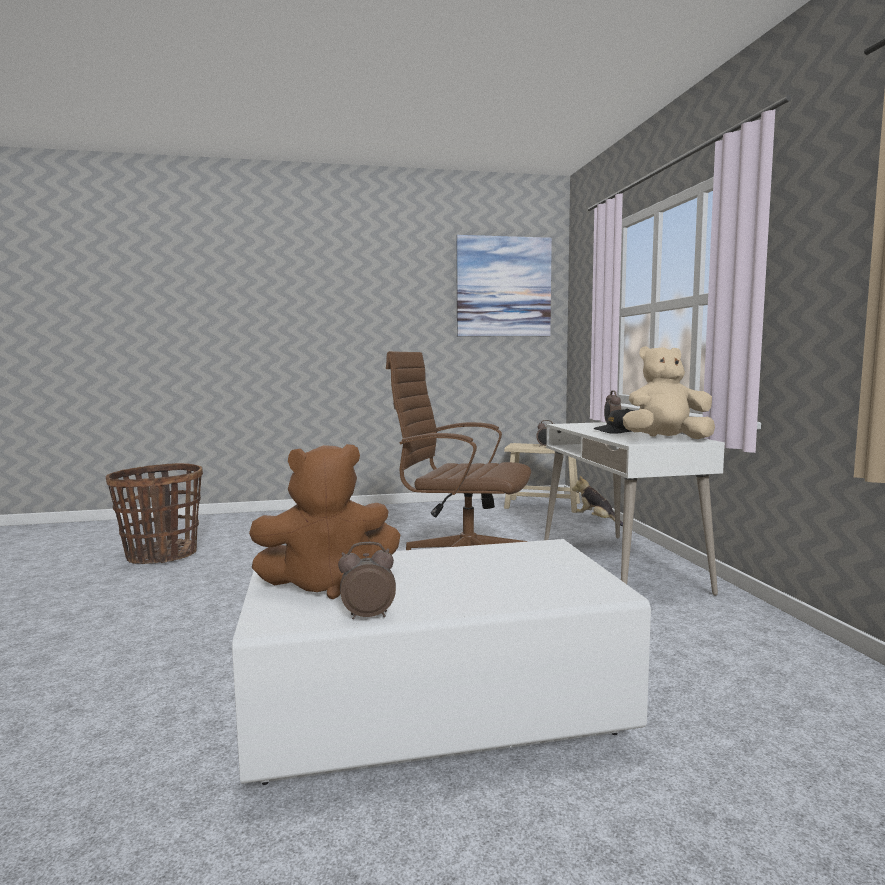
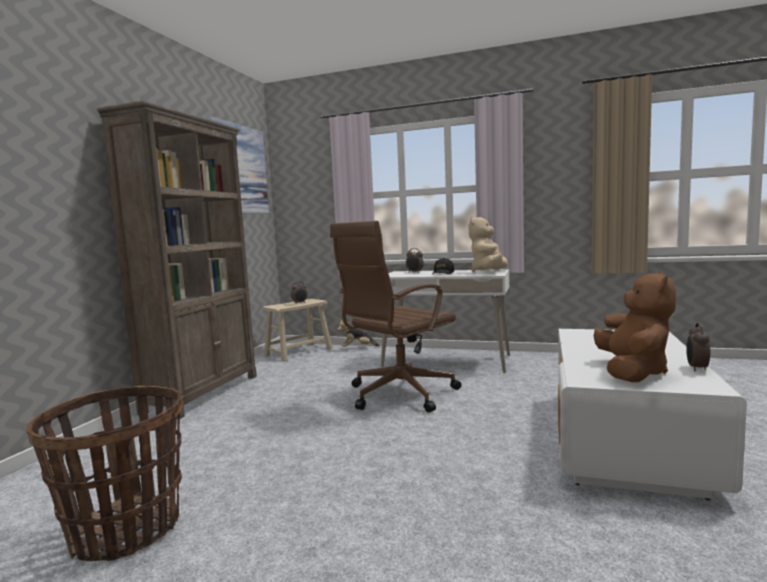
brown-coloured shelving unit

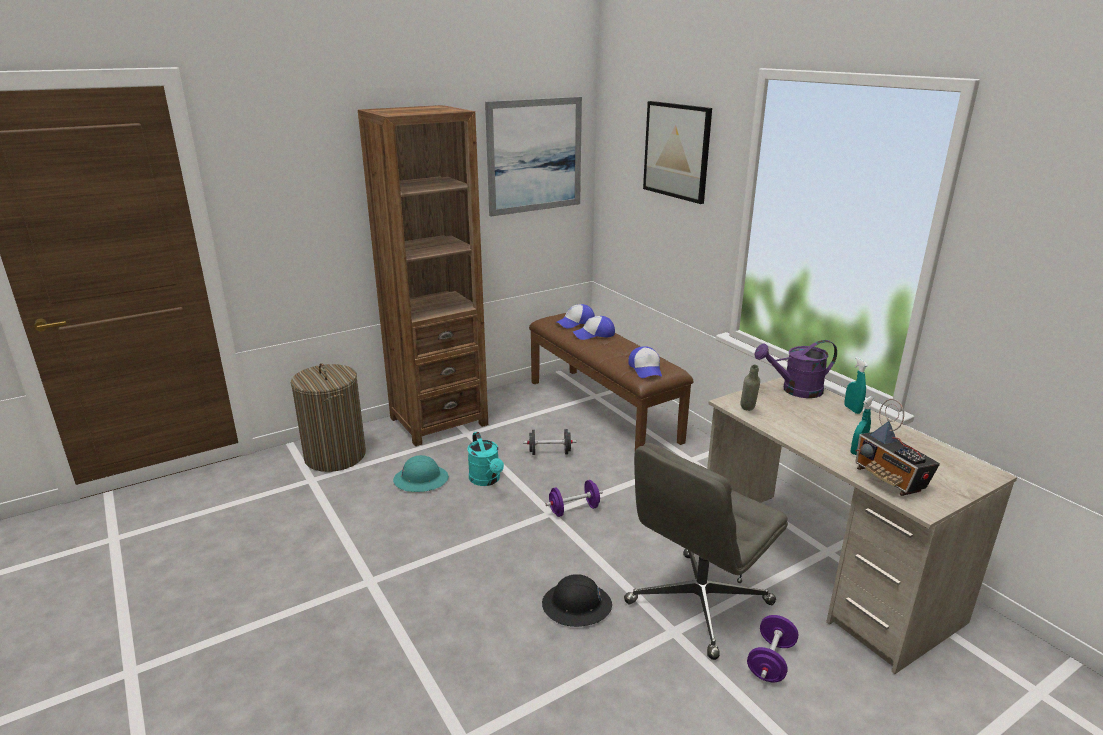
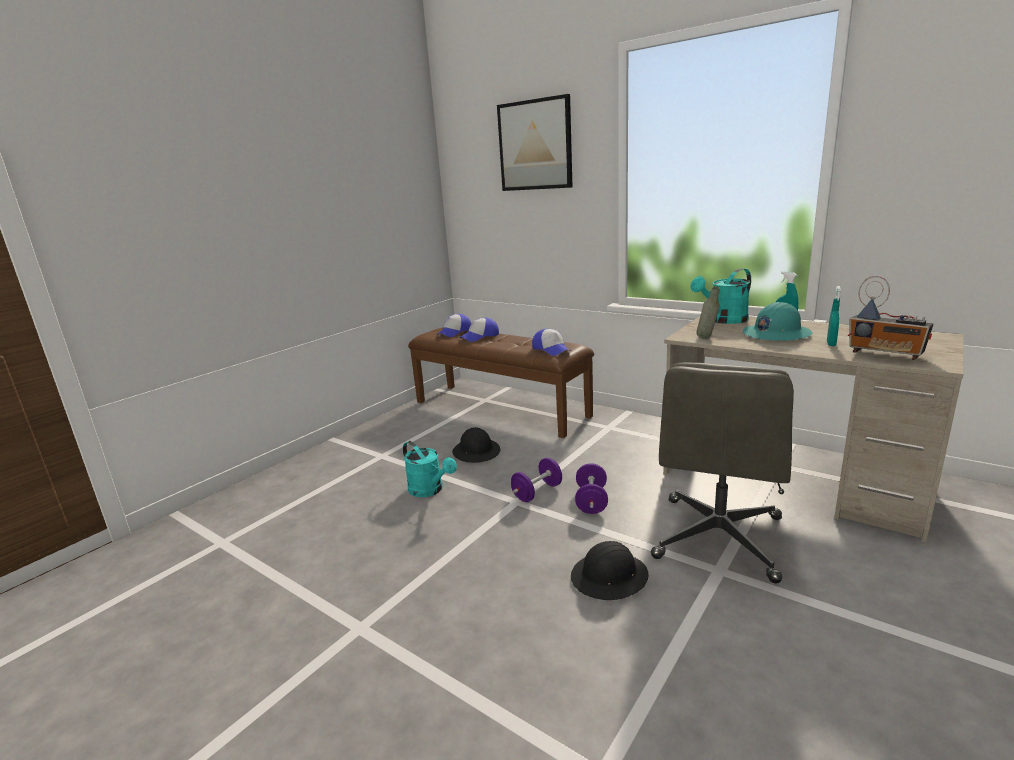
laundry basket
brown-coloured shelving unit
wall art (1st from left in the first image)
blue-green work helmet
purple free weight (2nd from left)
black work helmet (1st from left)
blue-green watering pot (2nd from left)

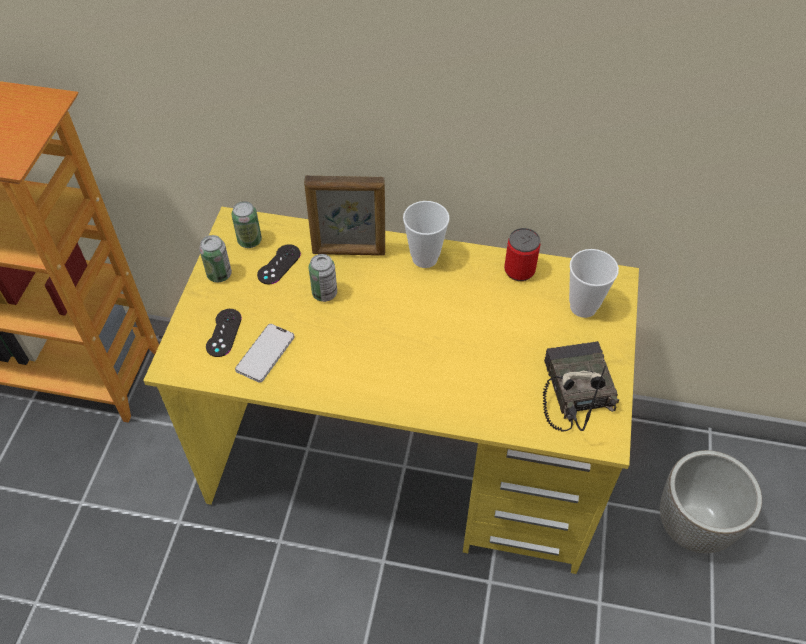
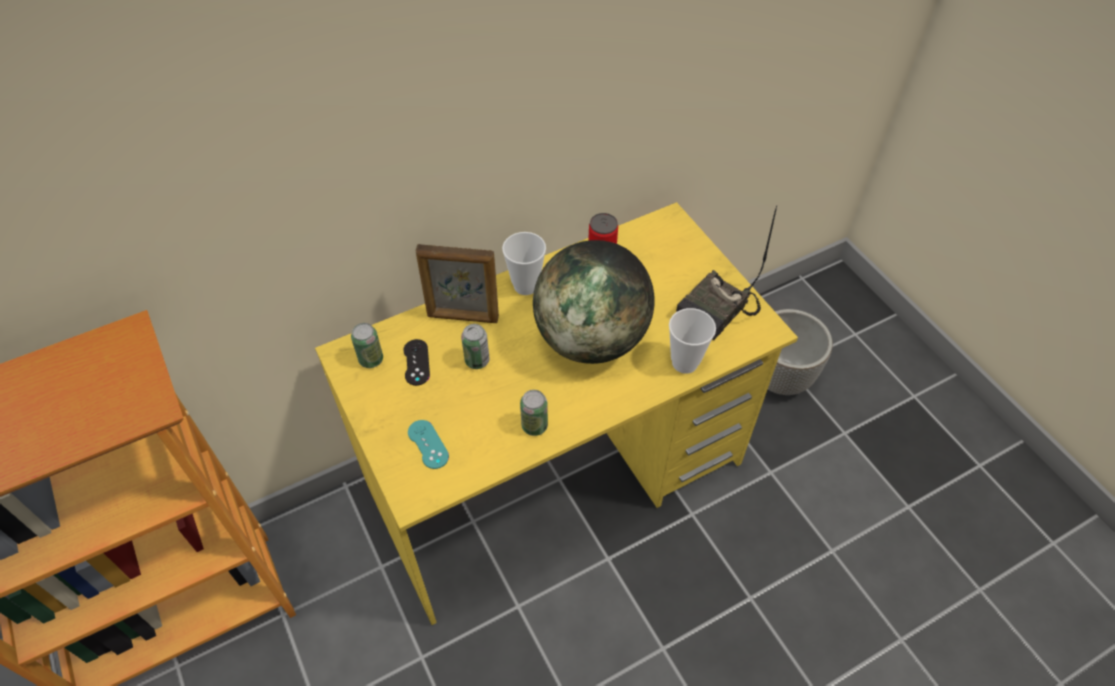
telephone
desk globe
can (3rd from left)
small cup (2nd from left)
blue-green joypad
standing frame
radio

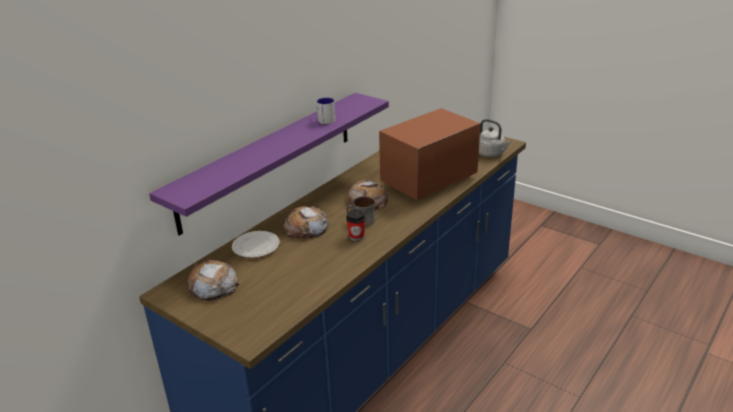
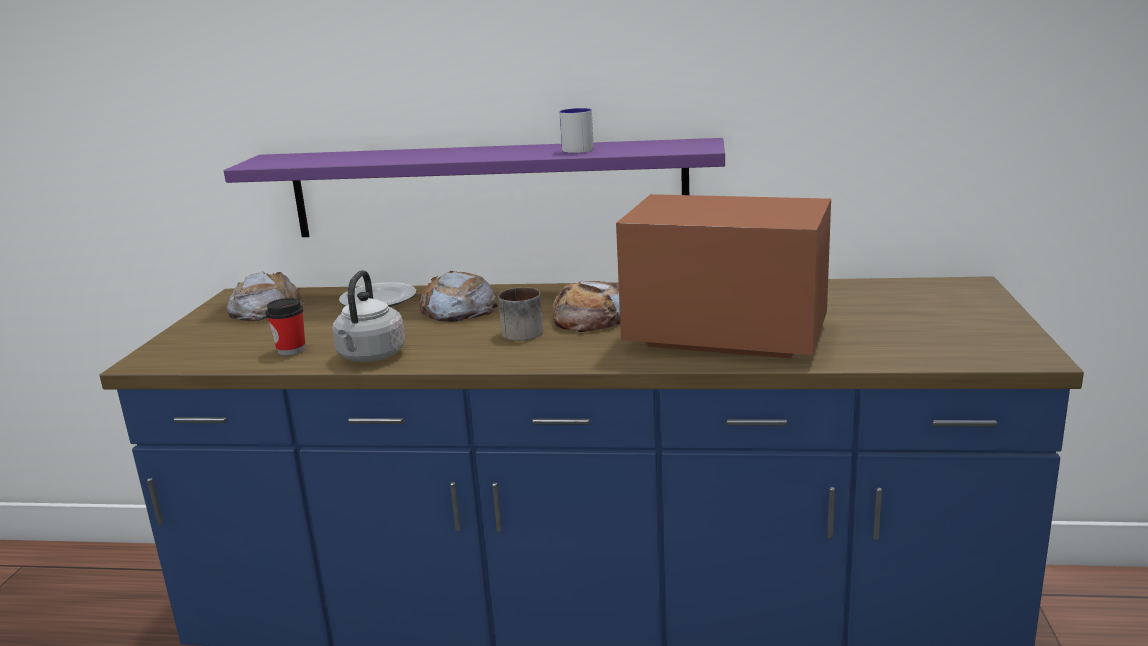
small cup
gray kettle

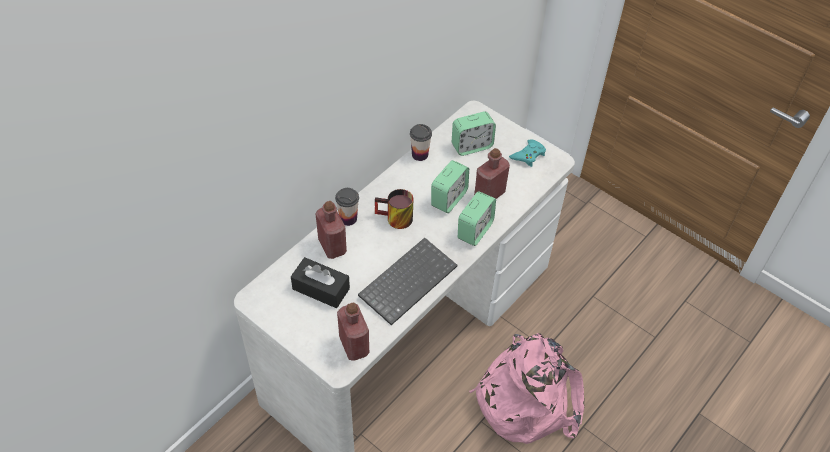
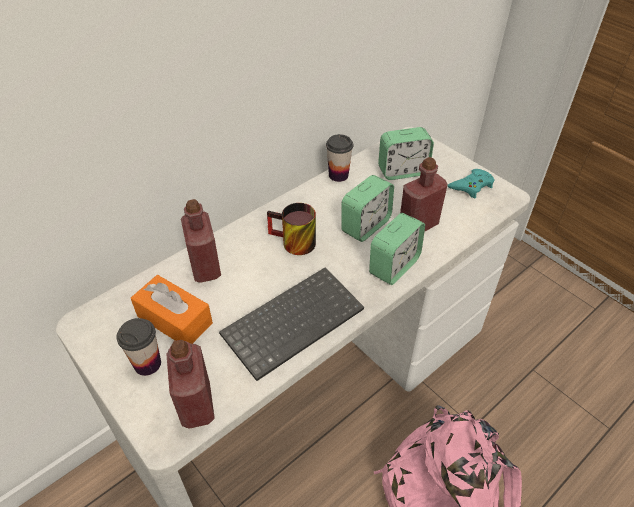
small cup (1st from left)
orange tissue box

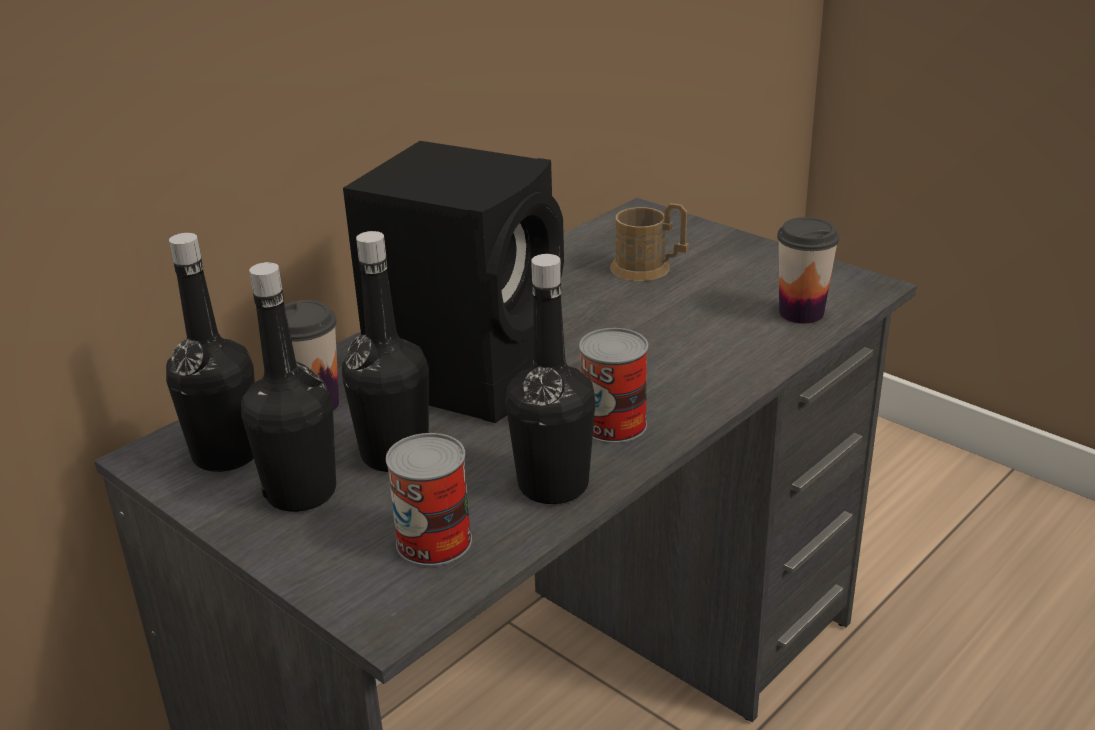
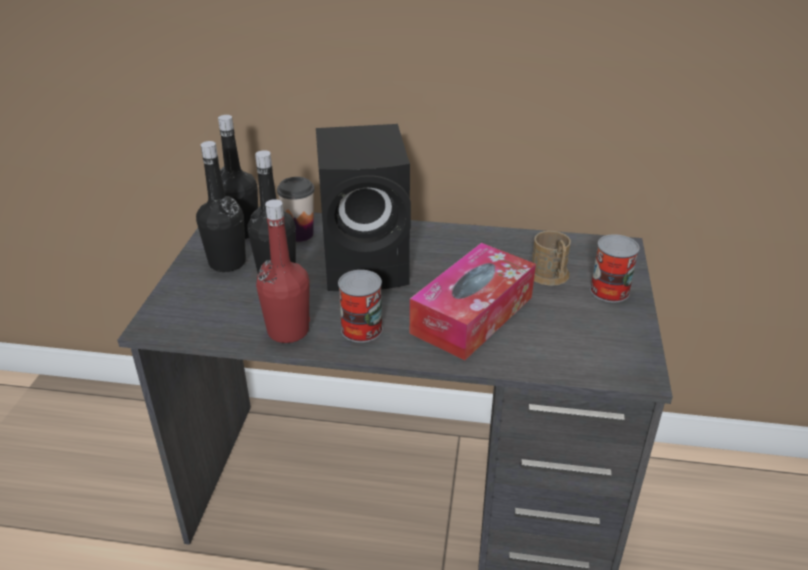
small cup (2nd from left in the first image)
tissue box
can (2nd from left)
red-coloured beverage bottle

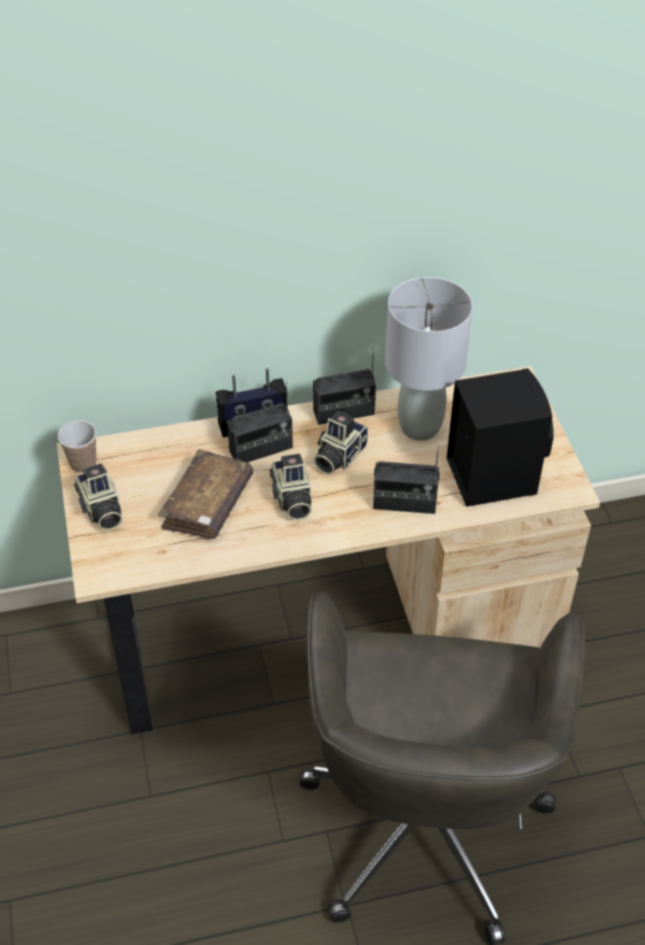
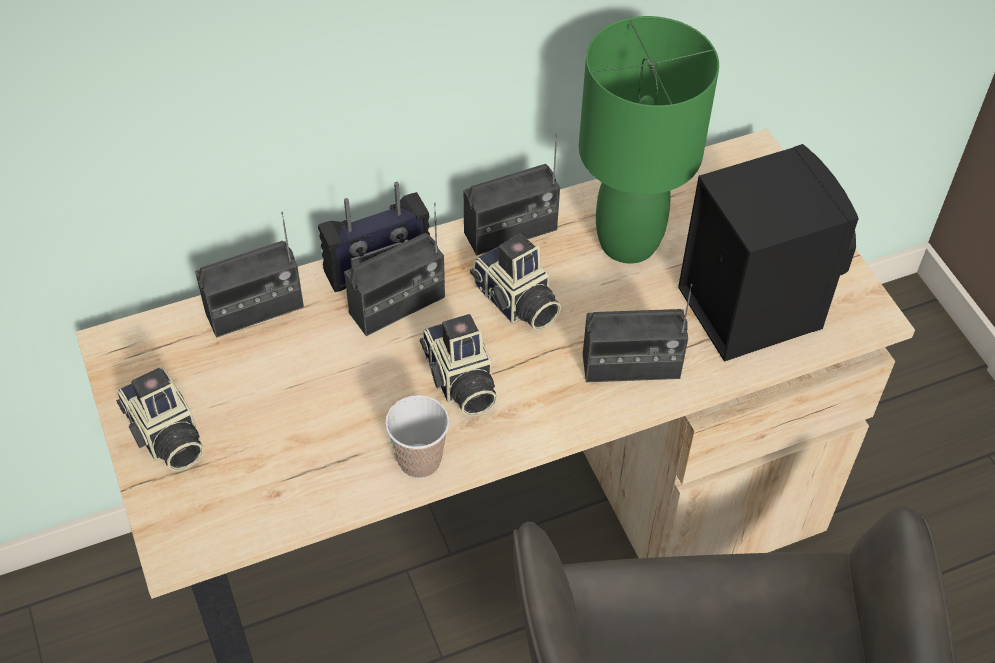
brown-coloured volume
radio (1st from left)
small cup
greenish tabletop lamp
photo camera (3rd from left)

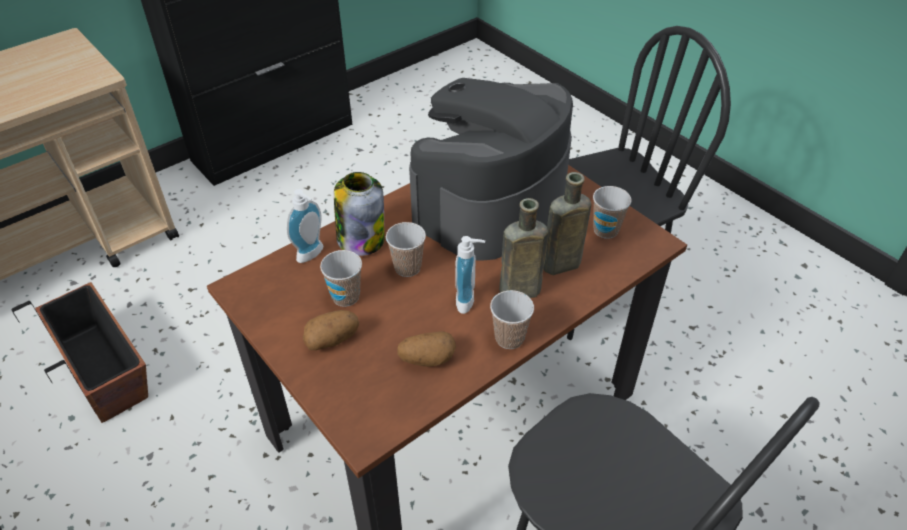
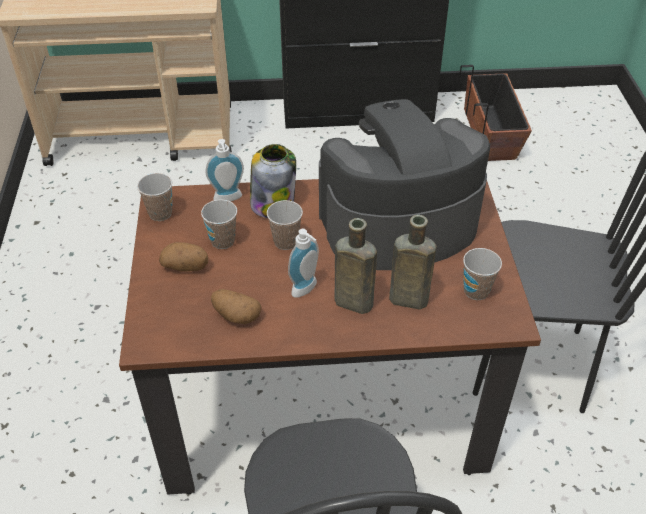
flower pot
small cup (1st from left)

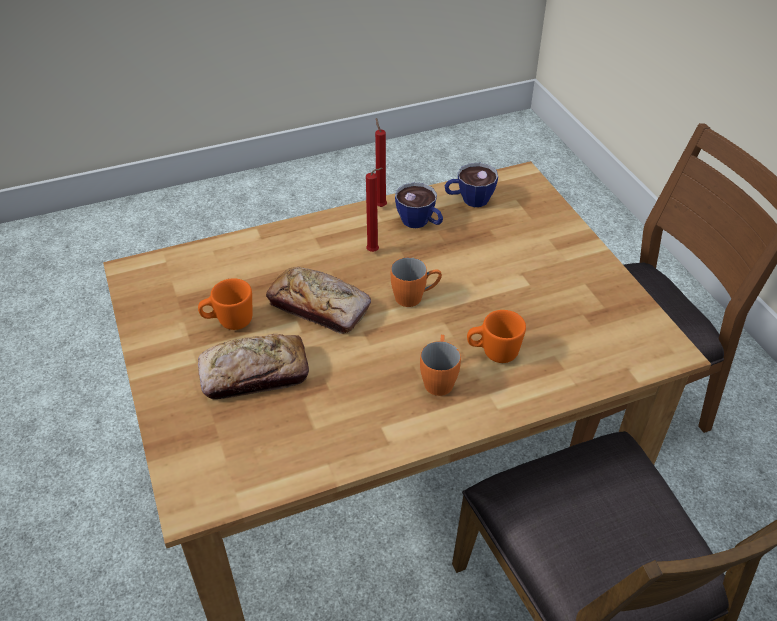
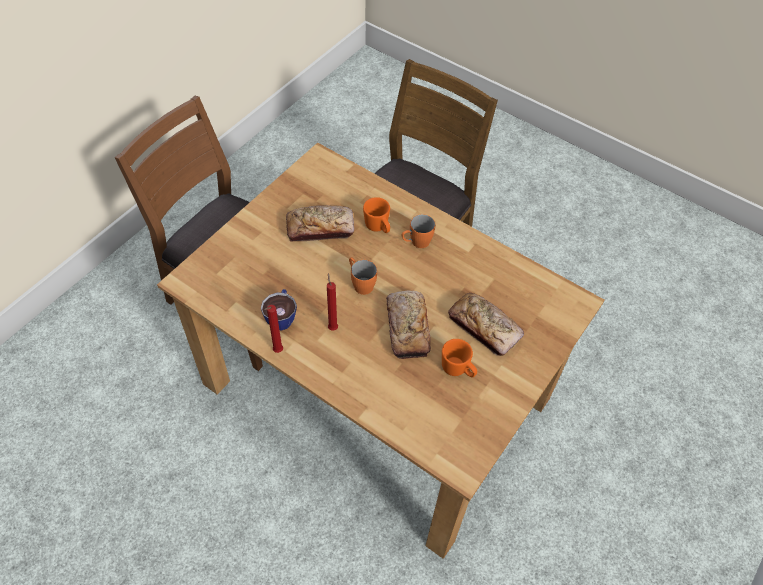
small cup (2nd from left in the first image)
baked bread (1st from left)

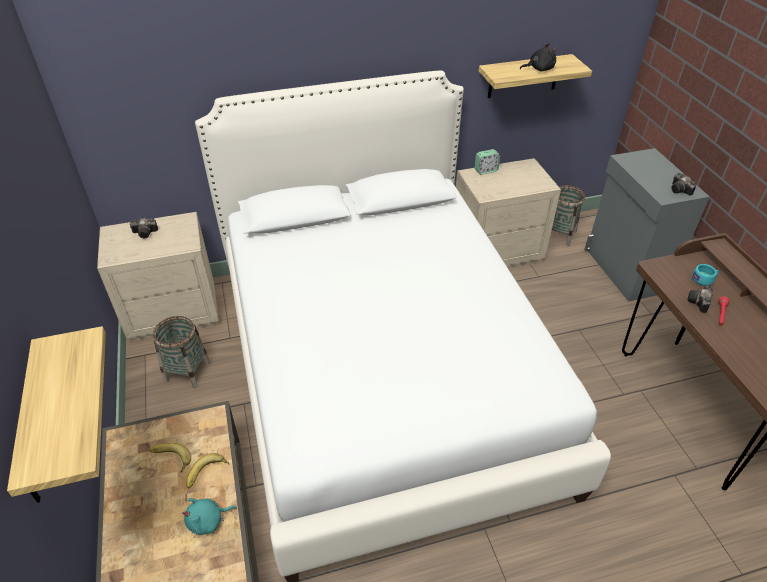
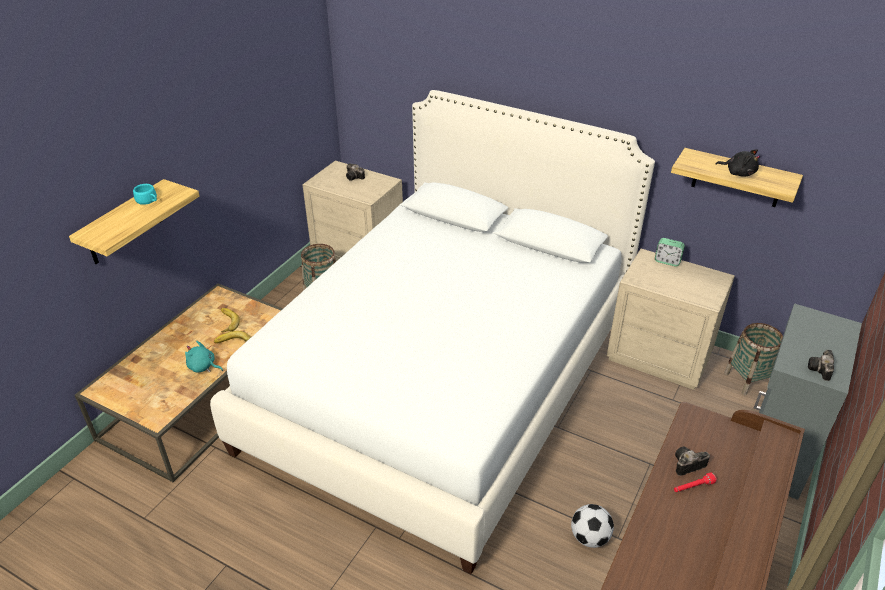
football
blue-green small cup

